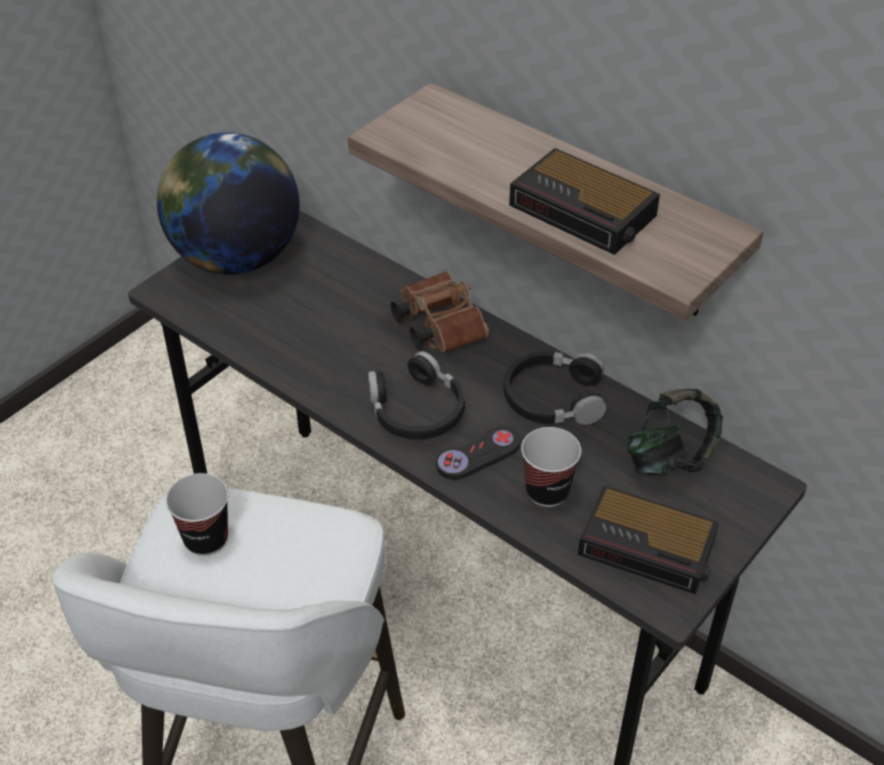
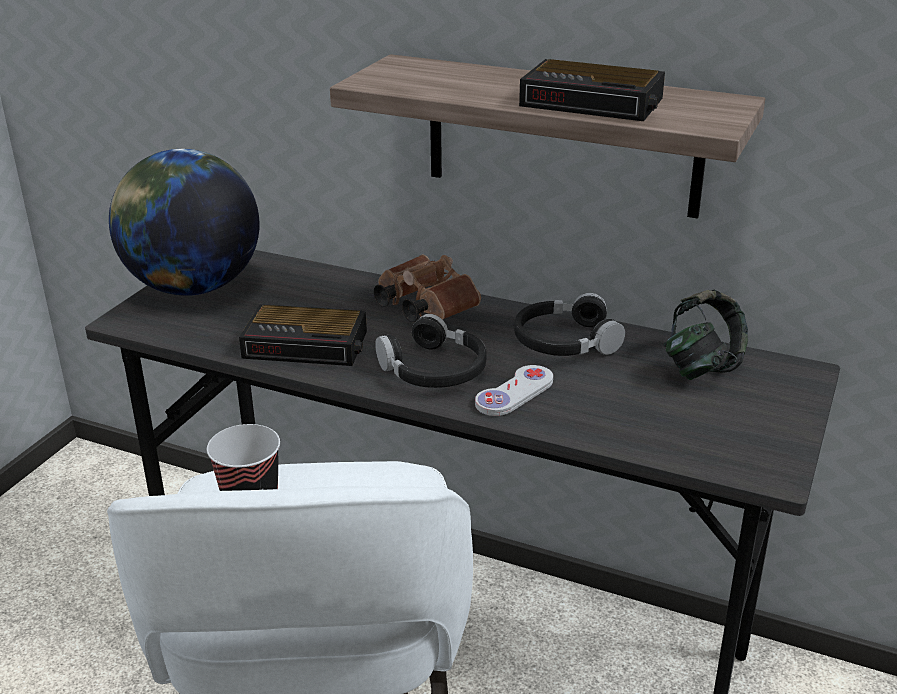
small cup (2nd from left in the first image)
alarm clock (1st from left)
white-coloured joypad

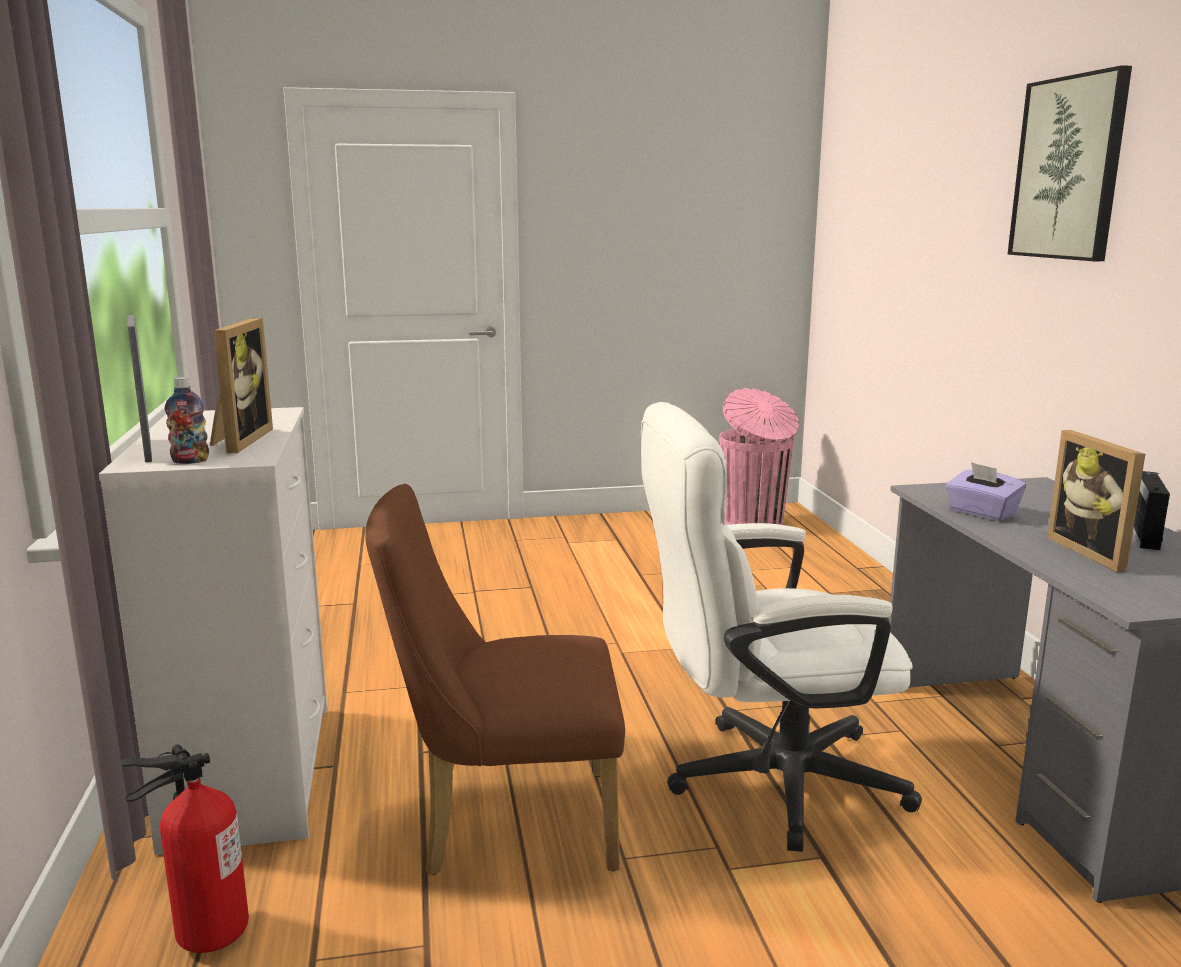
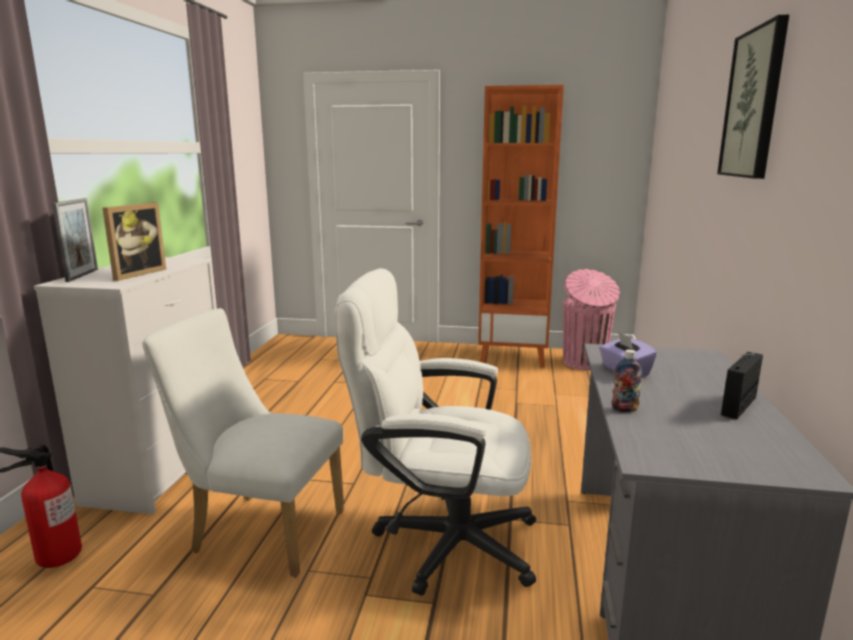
standing frame (3rd from left in the first image)
orange shelving unit
beverage bottle
white-coloured upright chair

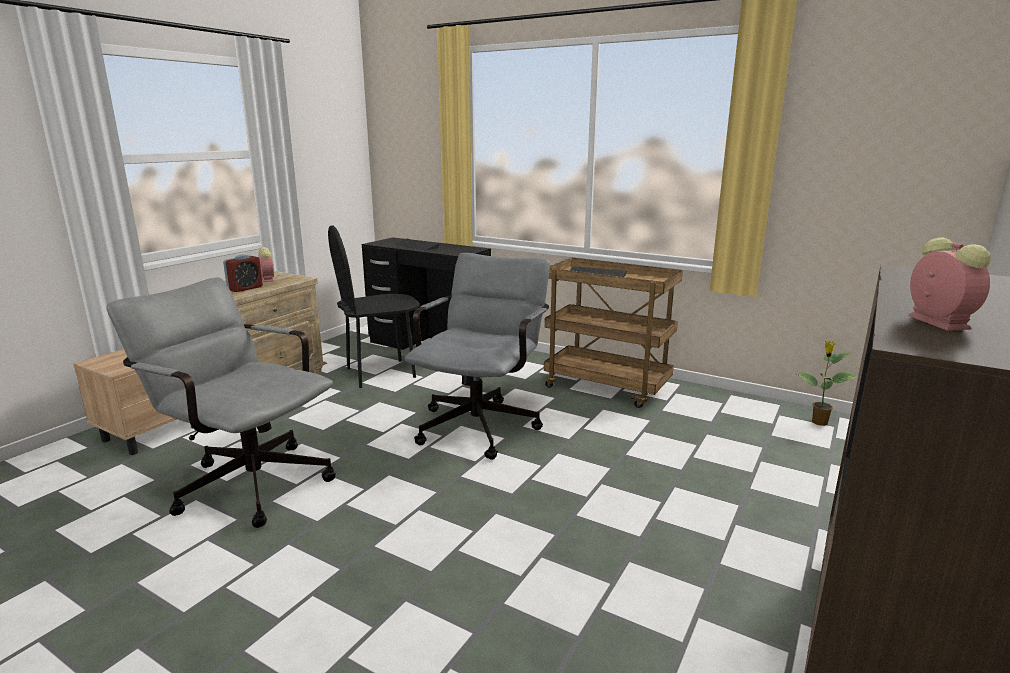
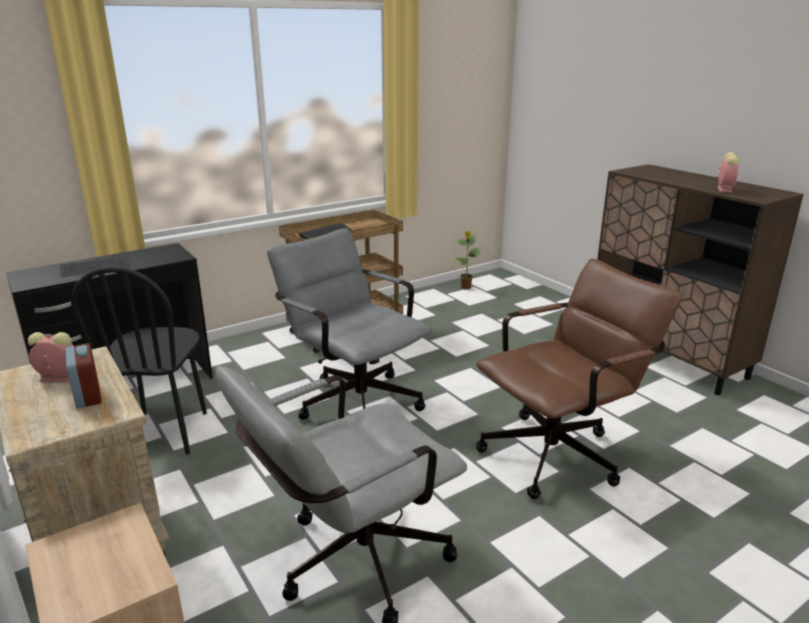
brown-coloured office chair
alarm clock (3rd from left)

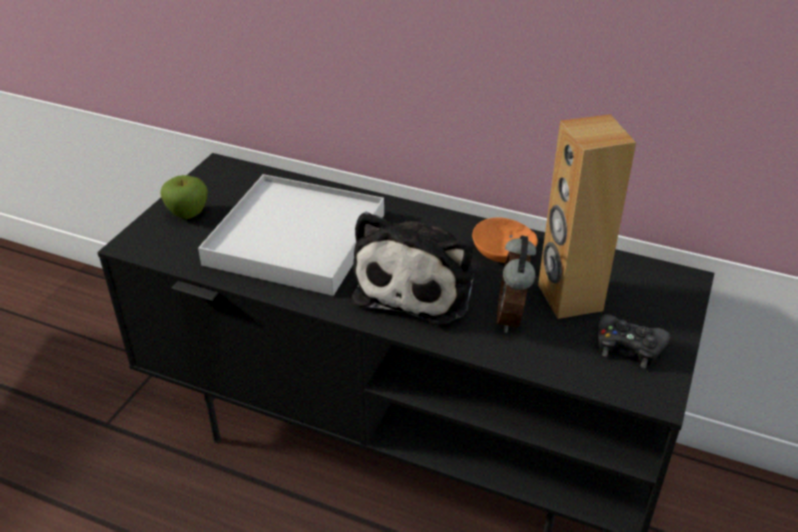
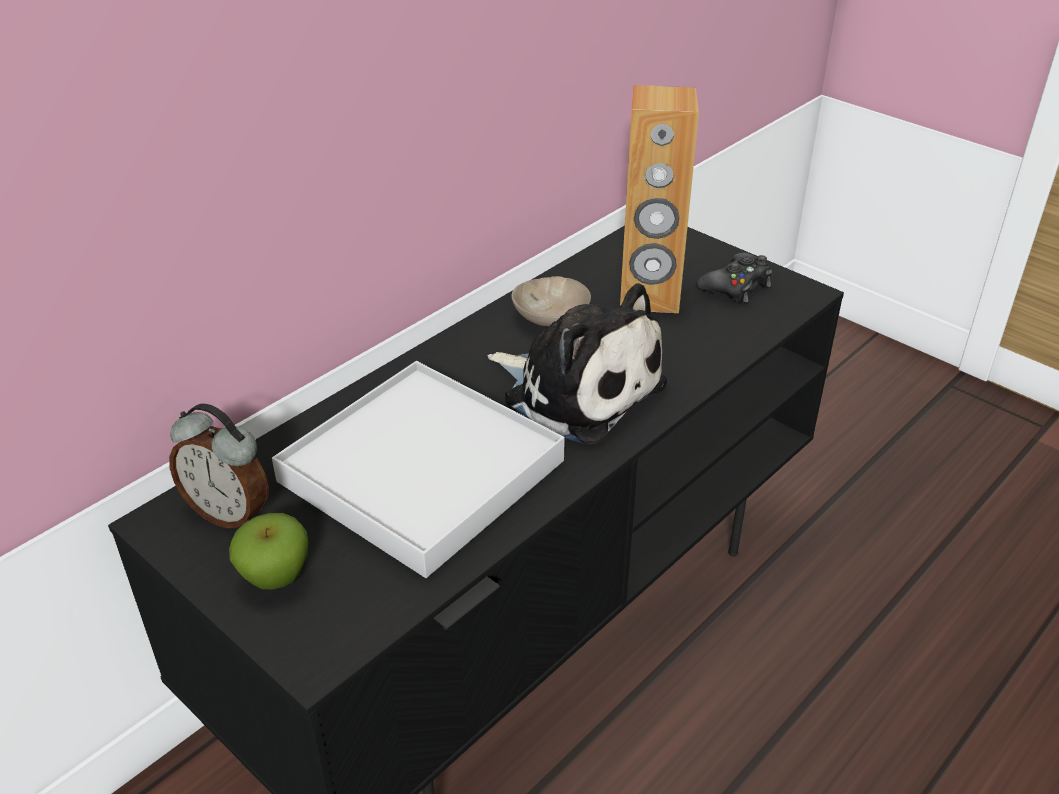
alarm clock
sand-coloured serving bowl

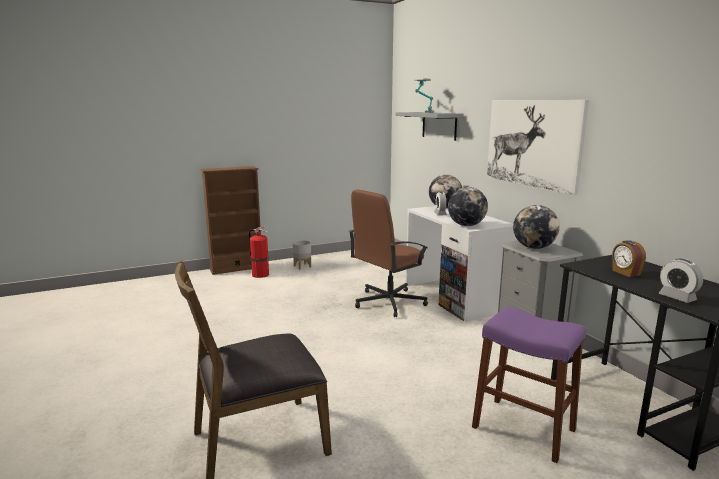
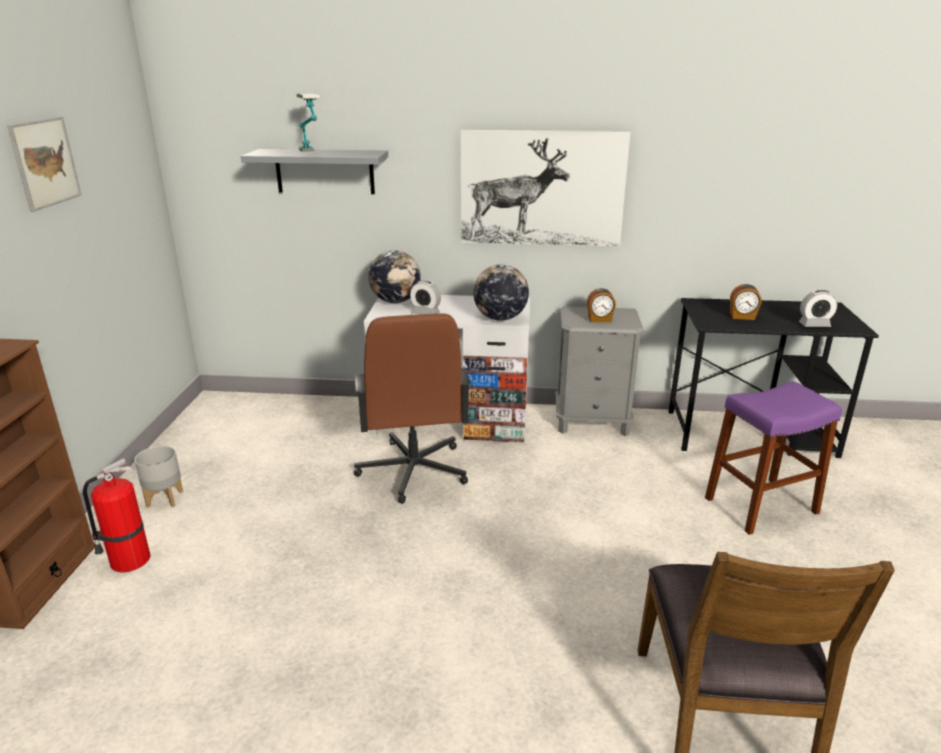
wall art (1st from left)
alarm clock (2nd from left)

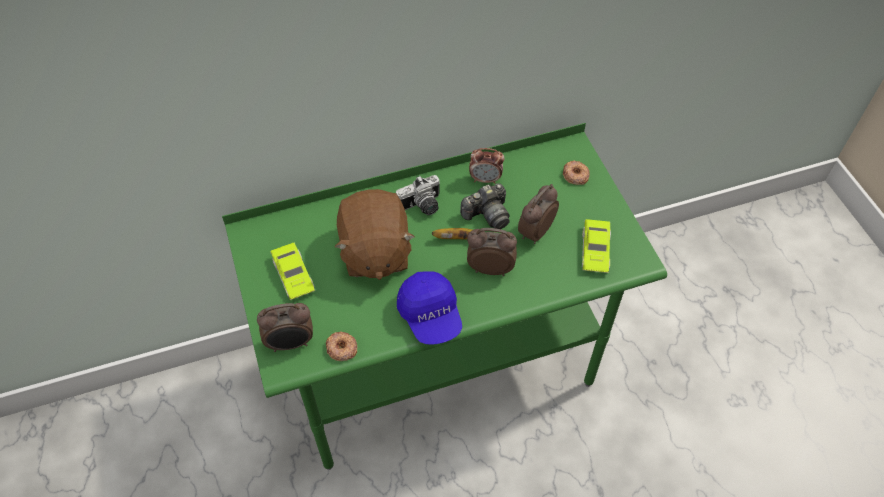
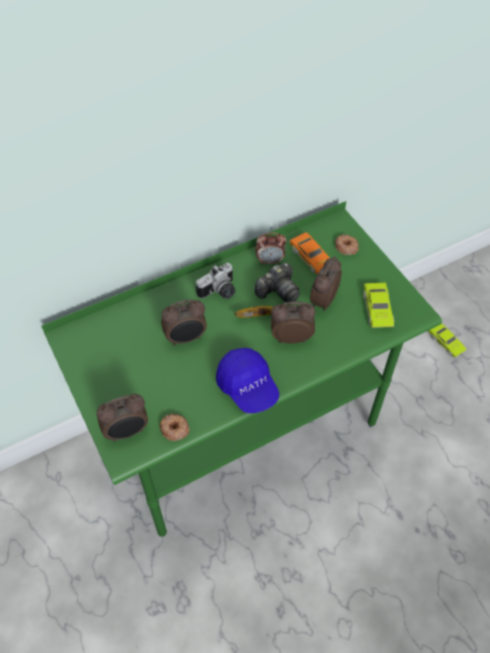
orange toy car
greenish toy car (2nd from left)
alarm clock (2nd from left)

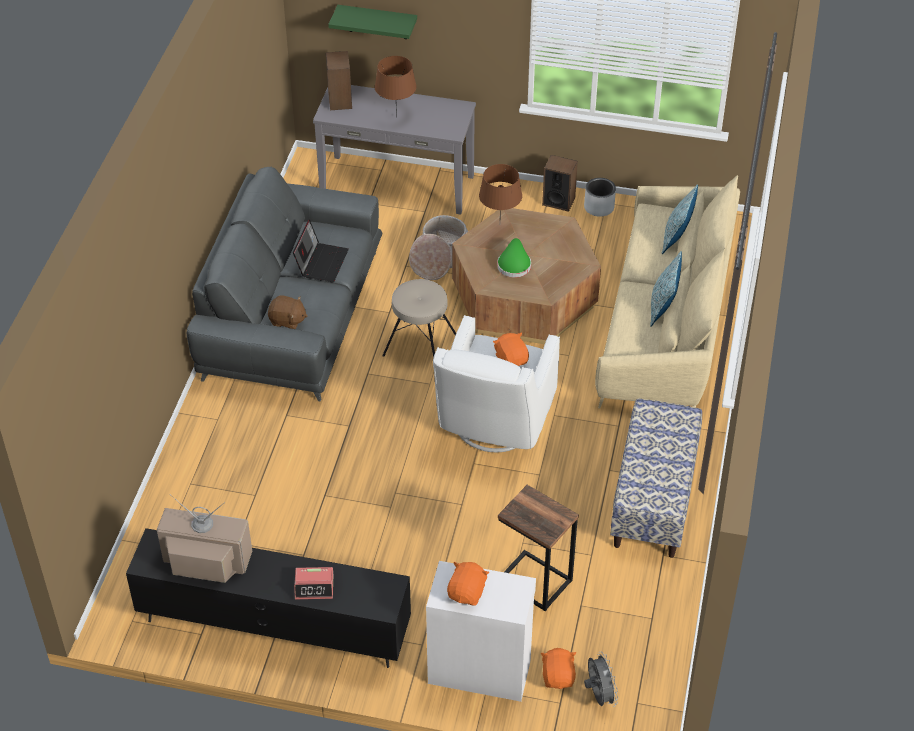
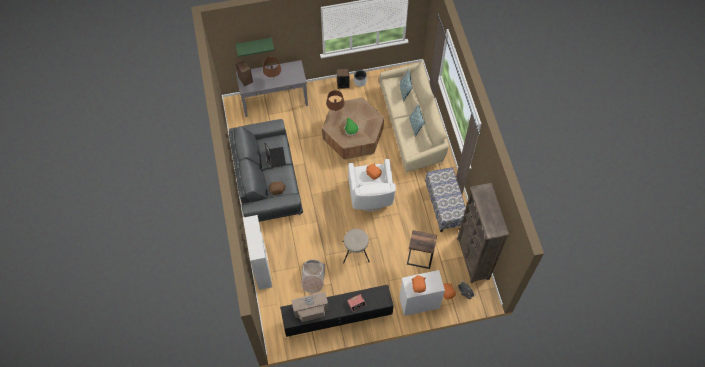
white-coloured storage cabinet (1st from left)
brown-coloured shelving unit
sand-coloured sitting stool
basket

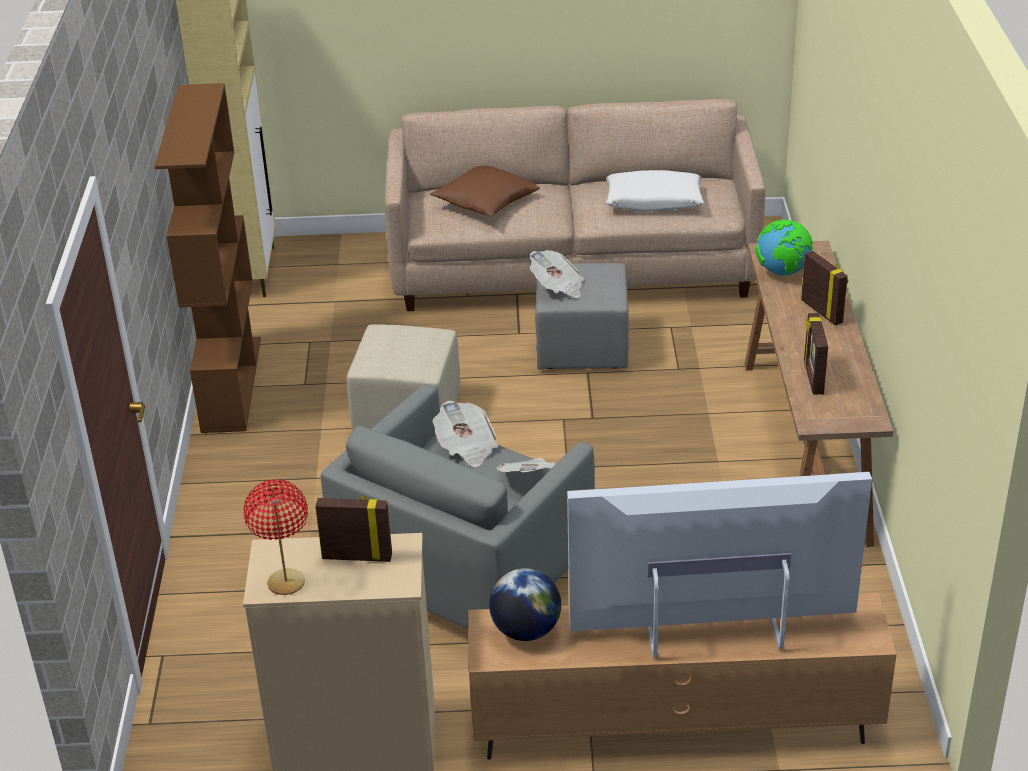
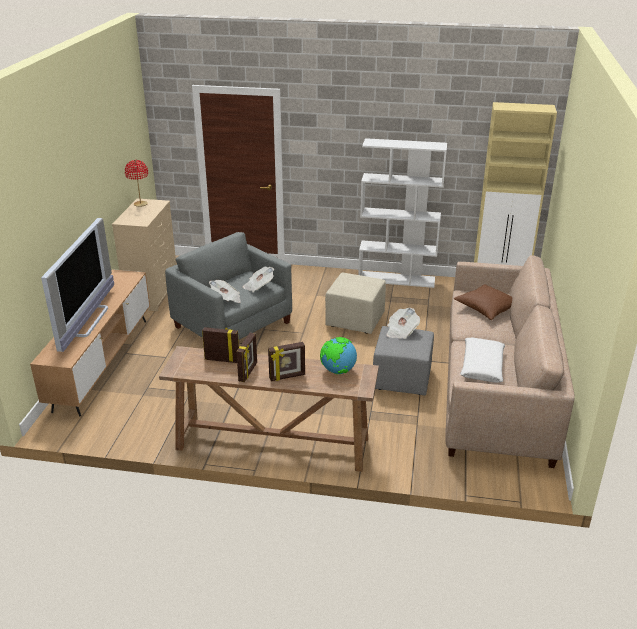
desk globe (1st from left in the first image)
standing frame (2nd from left)
white-coloured shelving unit

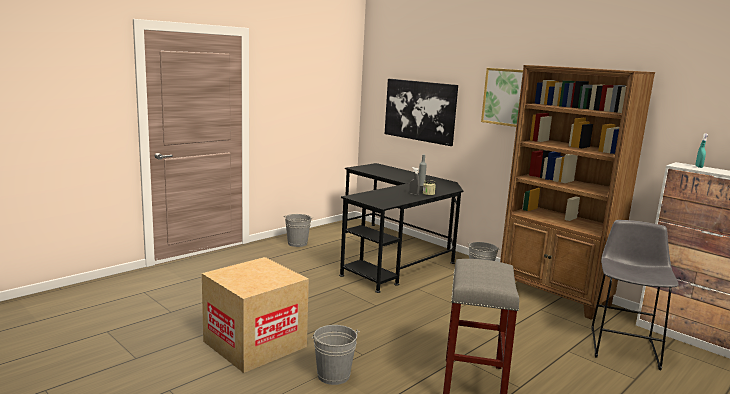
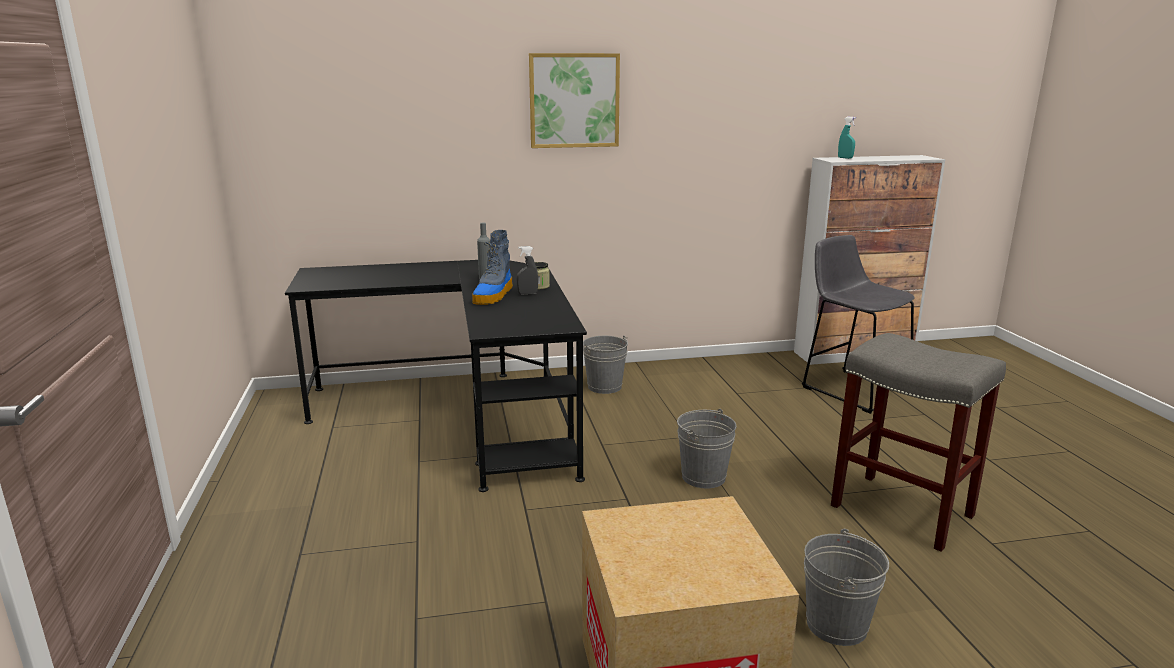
wall art (1st from left in the first image)
brown-coloured shelving unit
boot
gray water bucket (2nd from left)

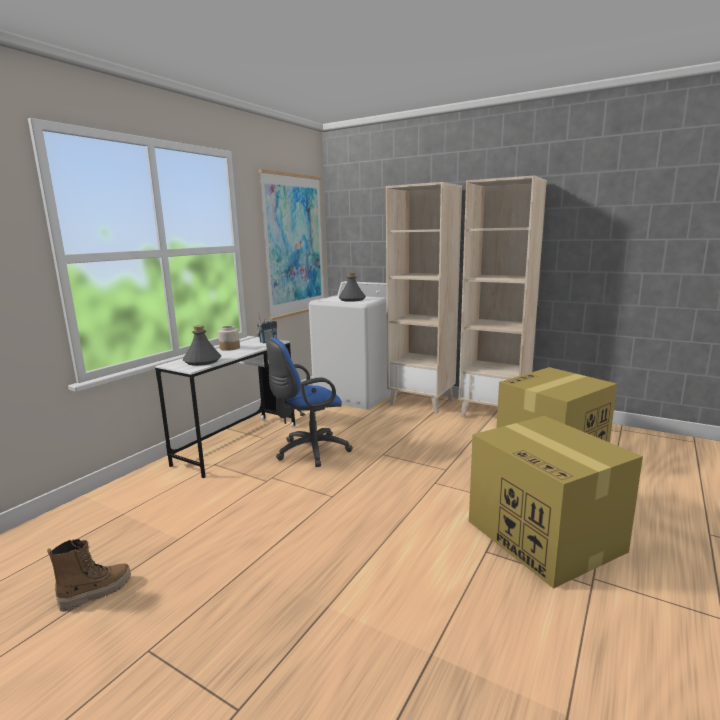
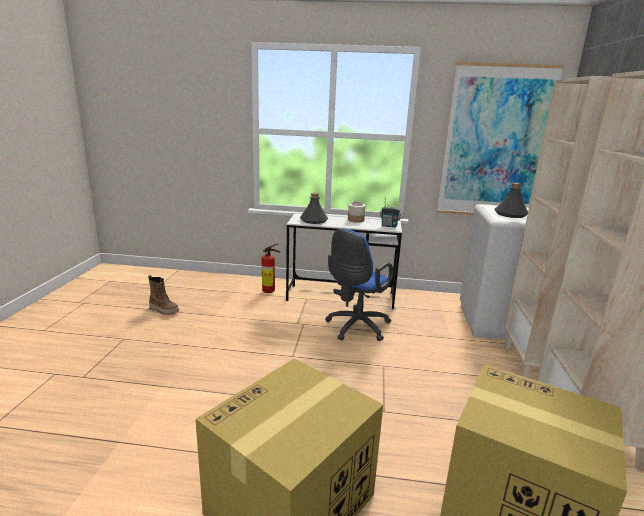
fire extinguisher
blue office chair

